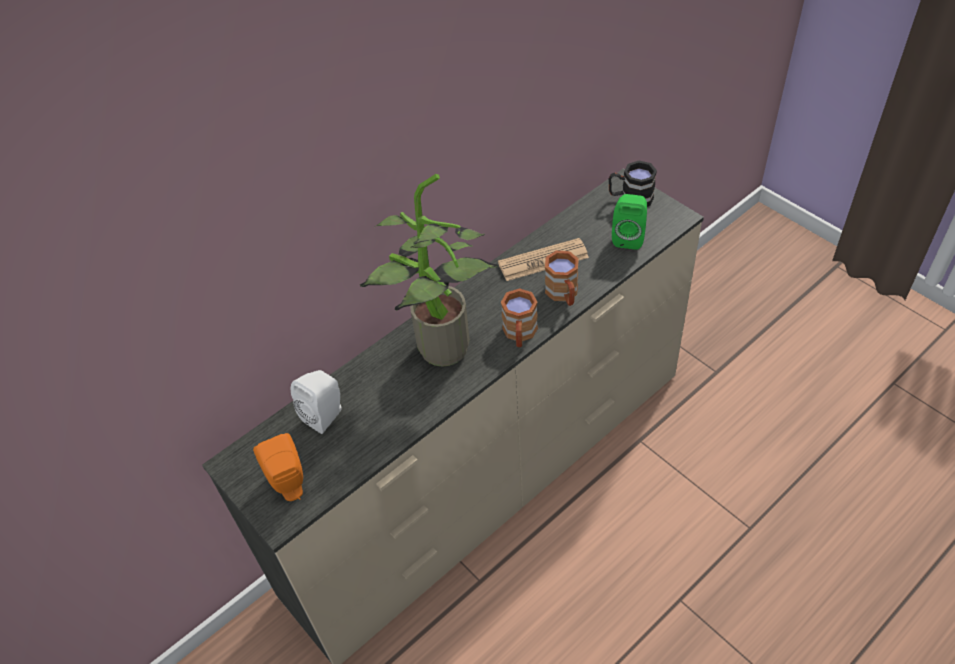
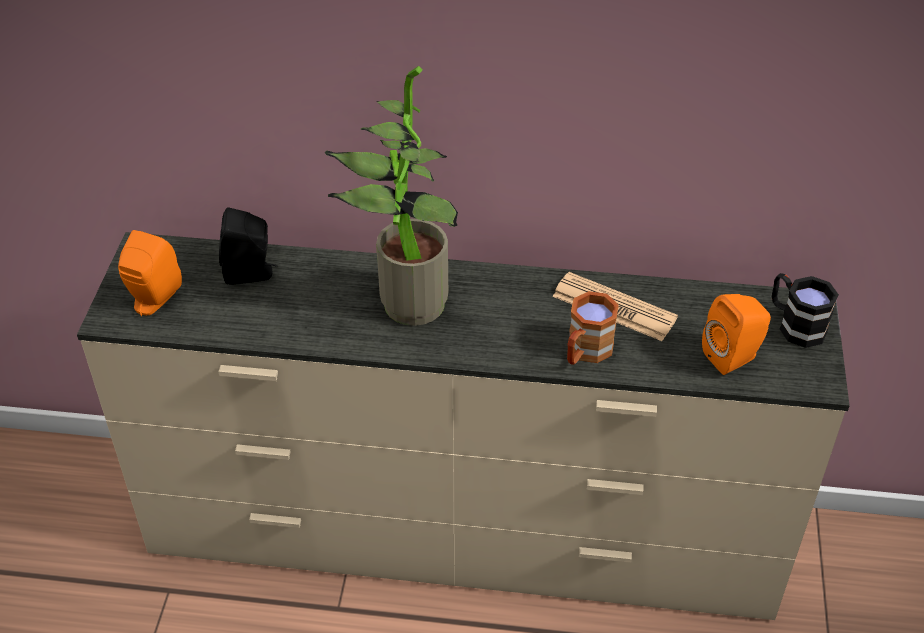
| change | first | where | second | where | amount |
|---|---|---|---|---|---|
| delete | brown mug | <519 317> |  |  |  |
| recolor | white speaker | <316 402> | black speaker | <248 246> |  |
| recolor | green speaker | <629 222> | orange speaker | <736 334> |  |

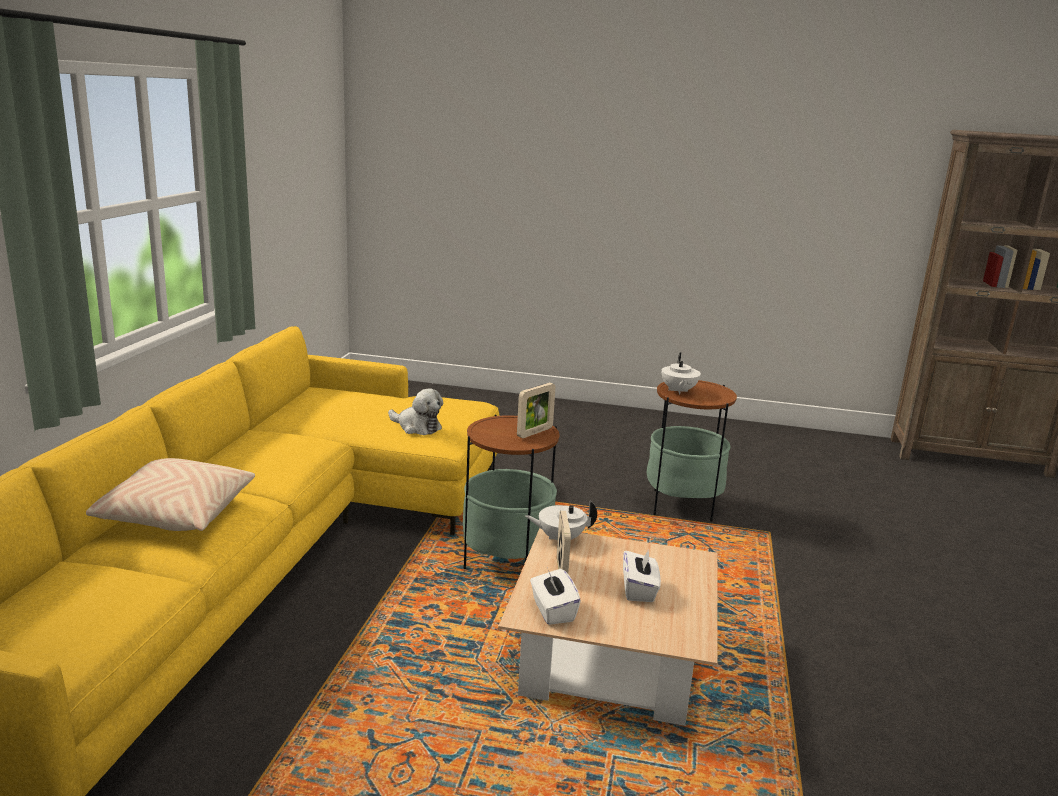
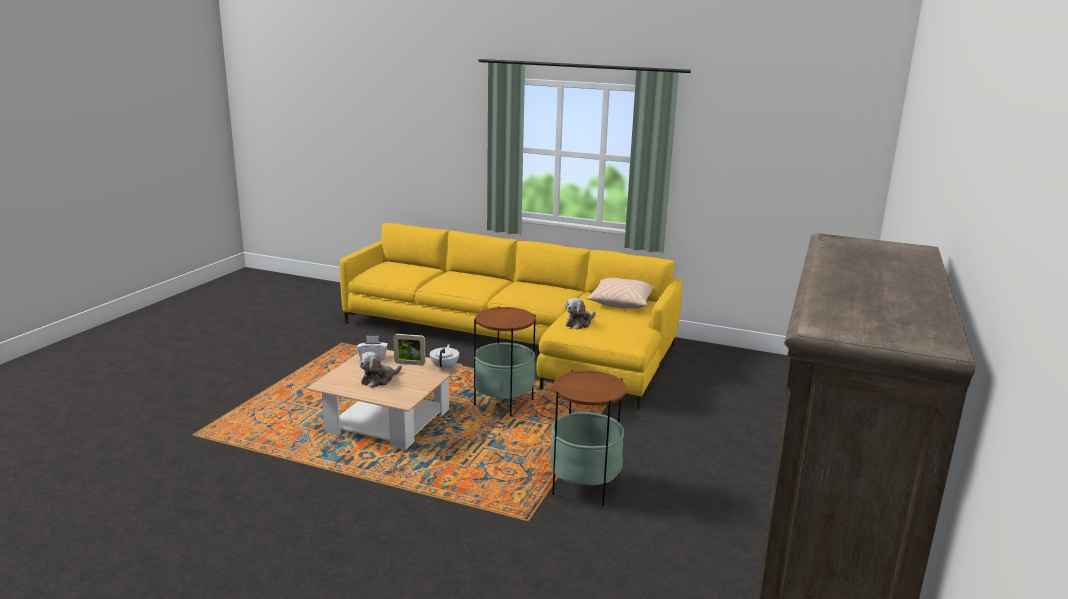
| change | first | where | second | where | amount |
|---|---|---|---|---|---|
| delete | picture frame | <536 410> |  |  |  |
| delete | white teapot | <681 373> |  |  |  |
| move | beige pillow | <170 494> |  | <620 293> |  |
| replace | white tissue box | <642 575> | plush toy | <381 370> |  |

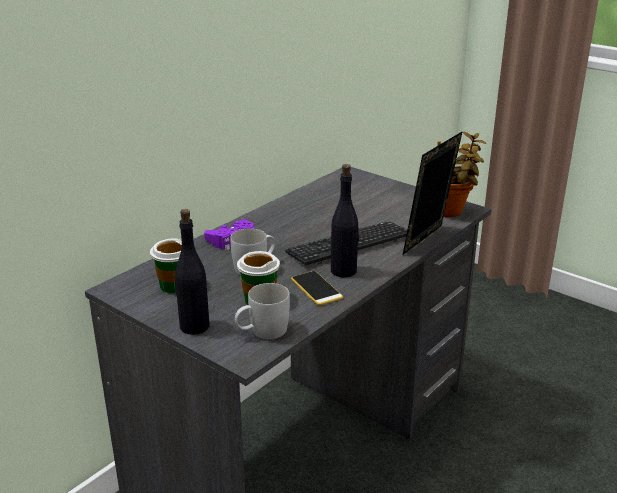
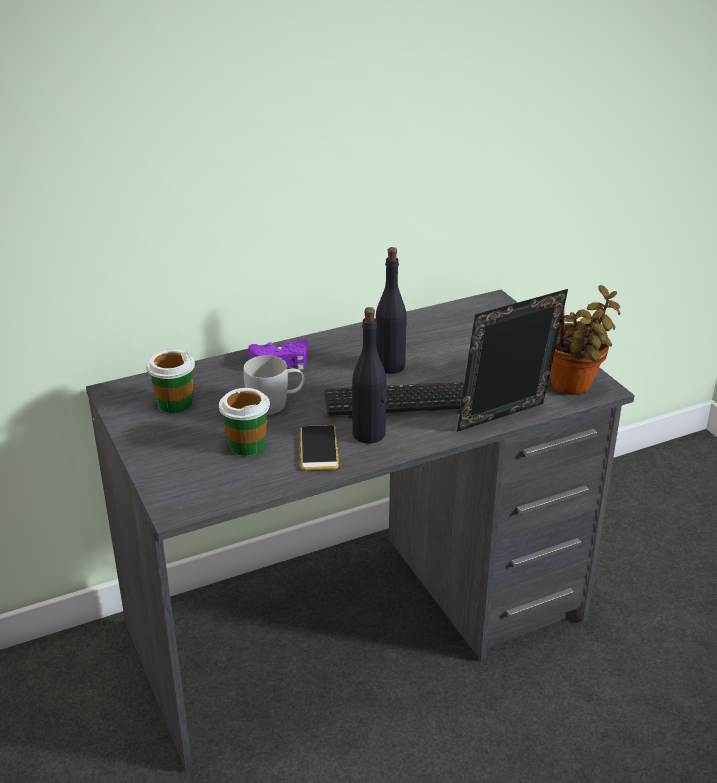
| change | first | where | second | where | amount |
|---|---|---|---|---|---|
| delete | white mug | <262 311> |  |  |  |
| move | black bottle | <192 272> |  | <391 310> |  |

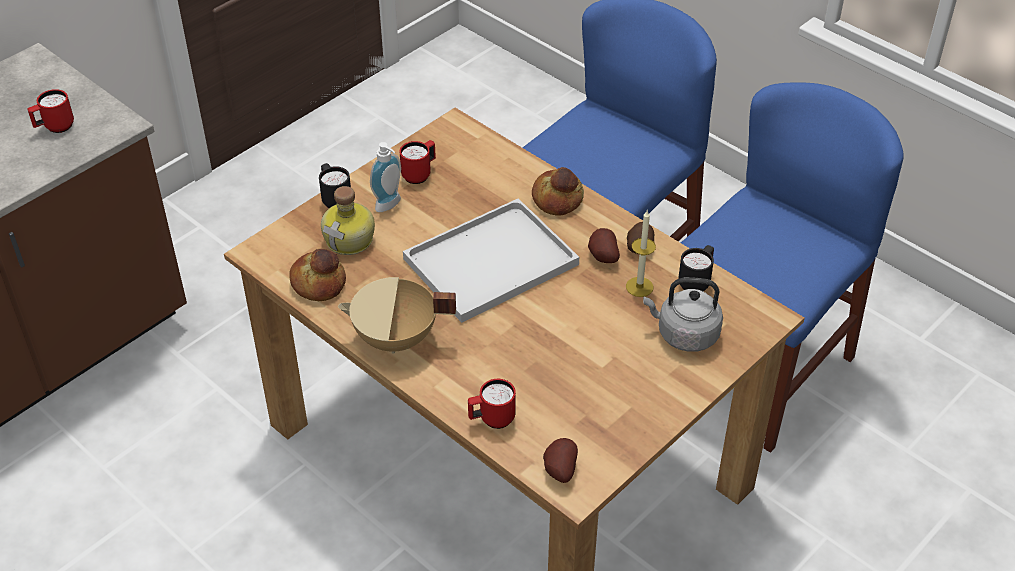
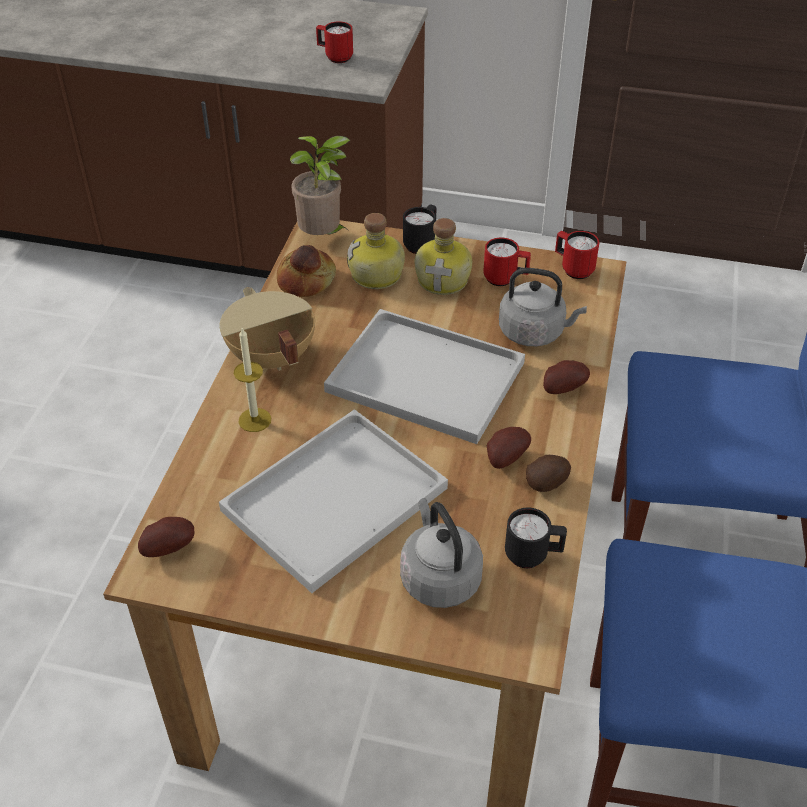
| change | first | where | second | where | amount |
|---|---|---|---|---|---|
| insert |  |  | white tray | <333 501> |  |
| insert |  |  | potted plant | <320 185> |  |
| insert |  |  | grey kettle | <543 307> |  |
| move | red mug | <492 404> |  | <577 255> |  |
| move | candle | <641 254> |  | <252 380> |  |
| replace | soap dispenser | <385 177> | bottle | <443 256> |  |
| replace | bread | <558 191> | potato | <566 377> |  |

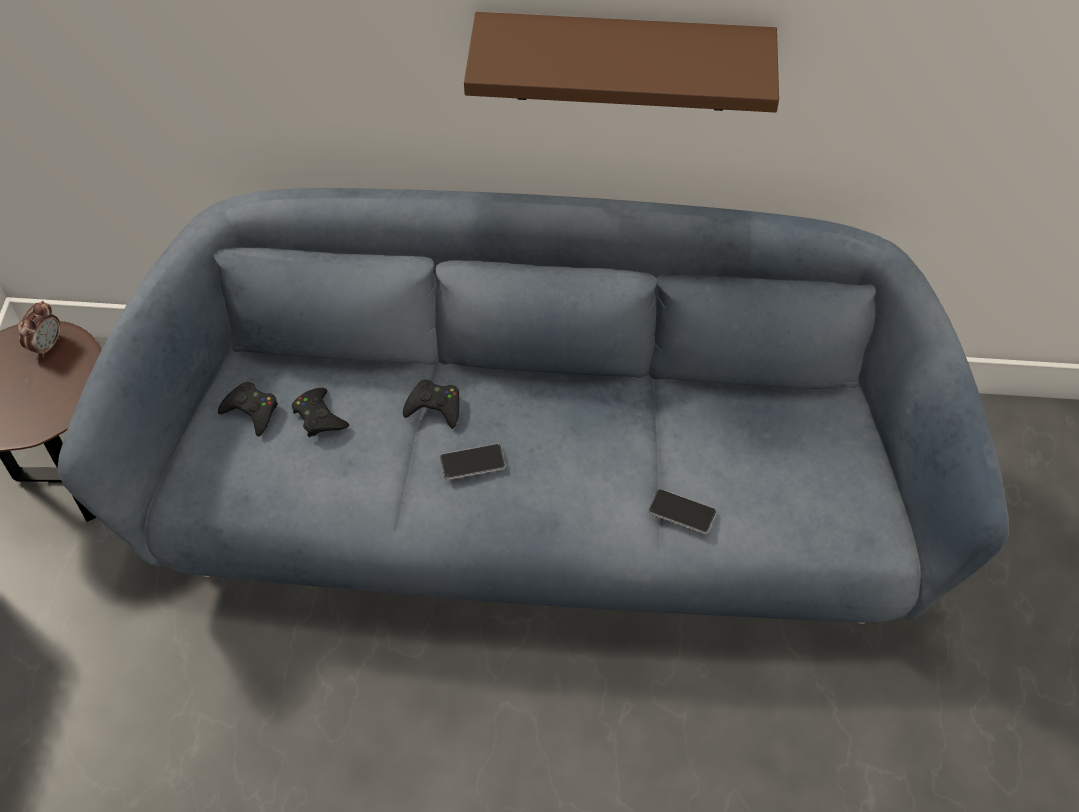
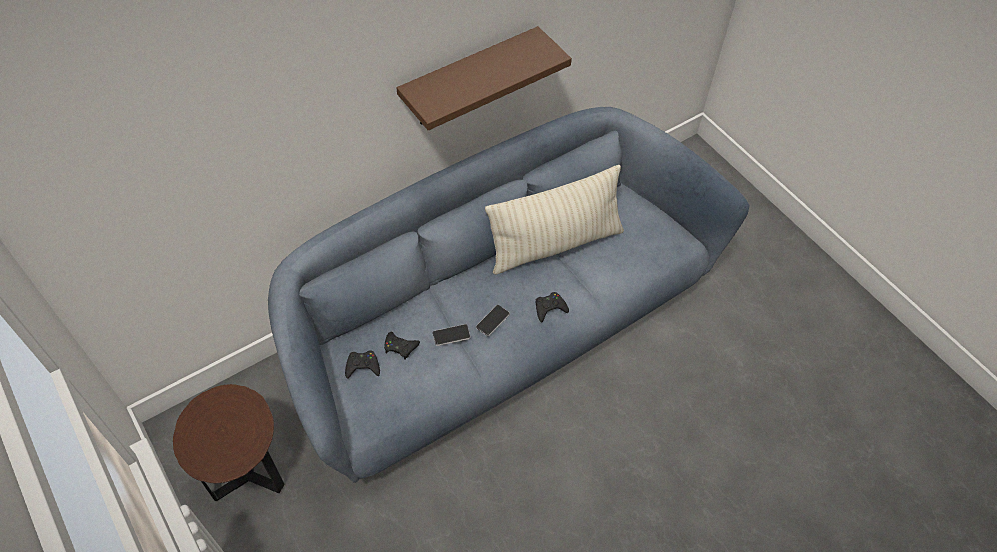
| change | first | where | second | where | amount |
|---|---|---|---|---|---|
| delete | alarm clock | <39 329> |  |  |  |
| insert |  |  | beige pillow | <554 220> |  |
| move | black game controller | <431 404> |  | <552 307> |  |
| move | phone | <682 511> |  | <451 335> |  |

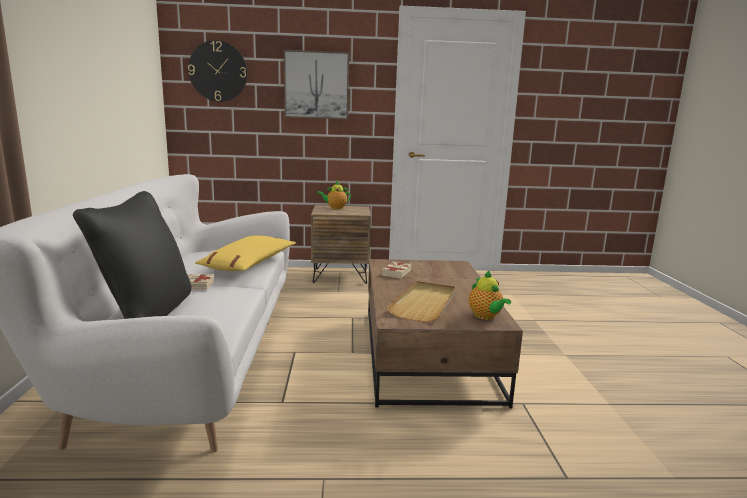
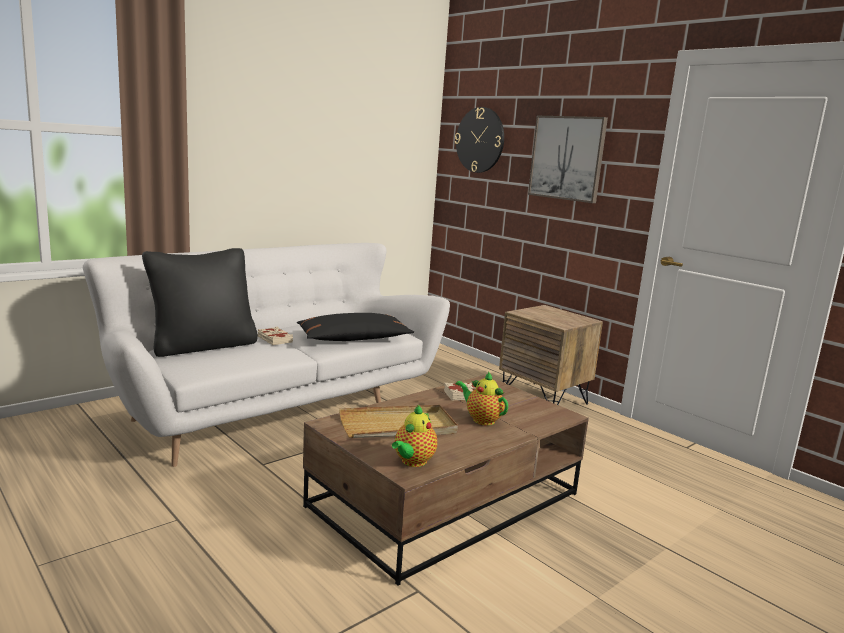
| change | first | where | second | where | amount |
|---|---|---|---|---|---|
| move | teapot | <334 195> |  | <481 398> |  |
| recolor | yellow pillow | <245 253> | black pillow | <355 327> |  |

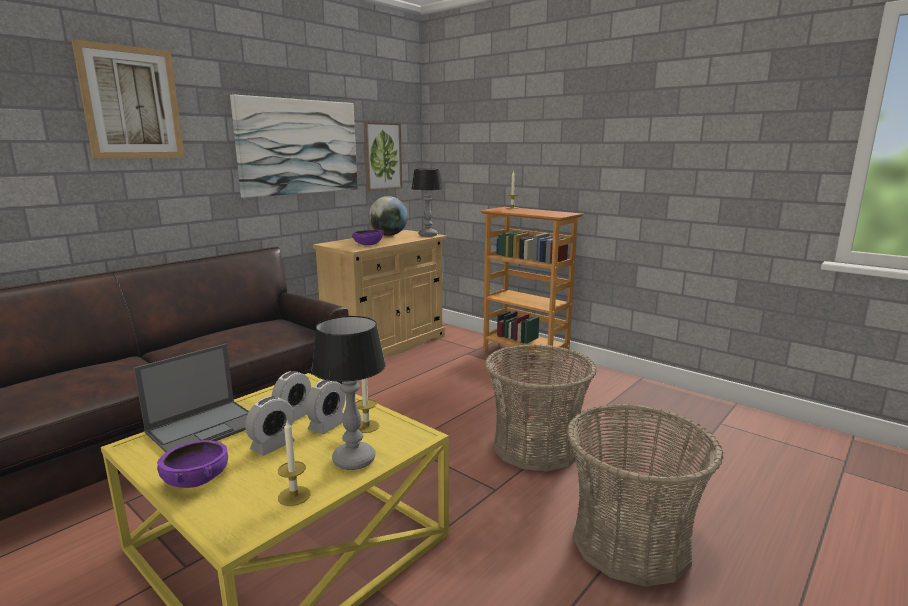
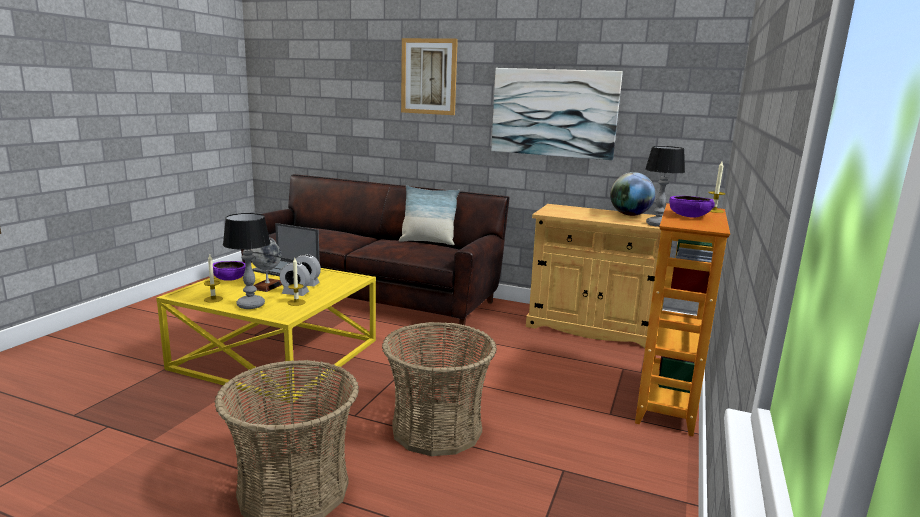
| change | first | where | second | where | amount |
|---|---|---|---|---|---|
| delete | picture | <383 156> |  |  |  |
| insert |  |  | pillow | <429 215> |  |
| move | purple bowl | <368 237> |  | <692 207> |  |
| replace | alarm clock | <270 426> | globe | <266 264> |  |

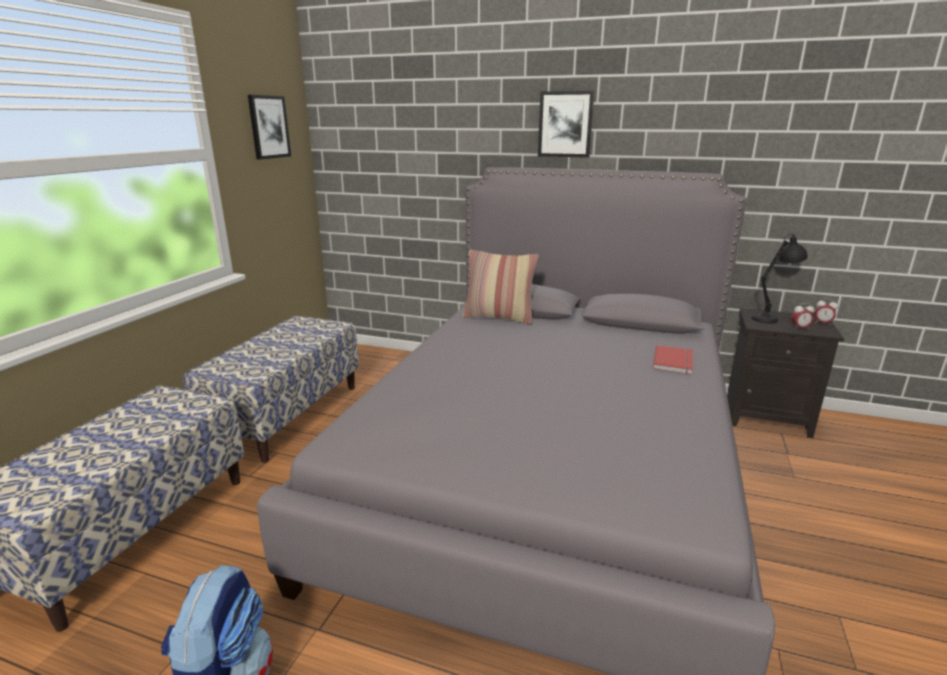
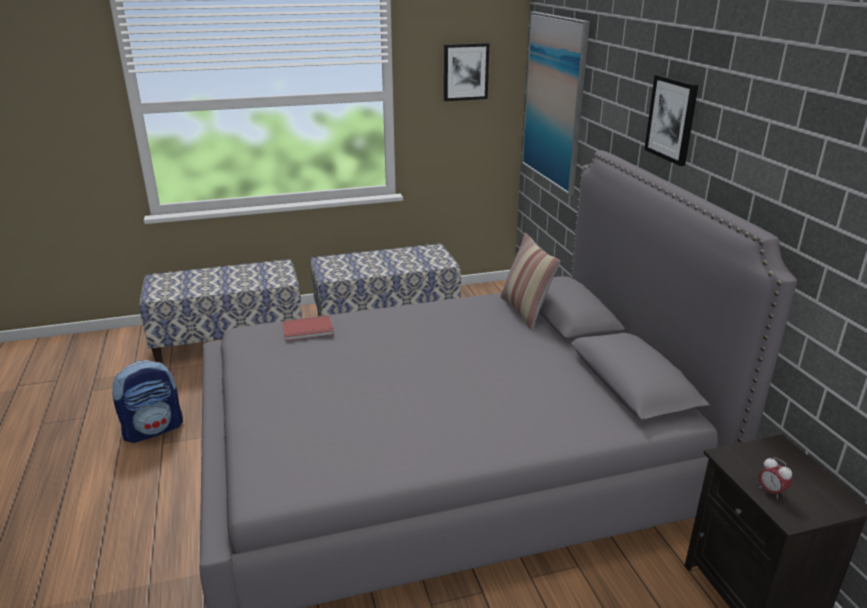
| change | first | where | second | where | amount |
|---|---|---|---|---|---|
| delete | black table lamp | <779 279> |  |  |  |
| delete | alarm clock | <826 312> |  |  |  |
| insert |  |  | picture | <556 103> |  |
| move | red book | <673 359> |  | <308 328> |  |

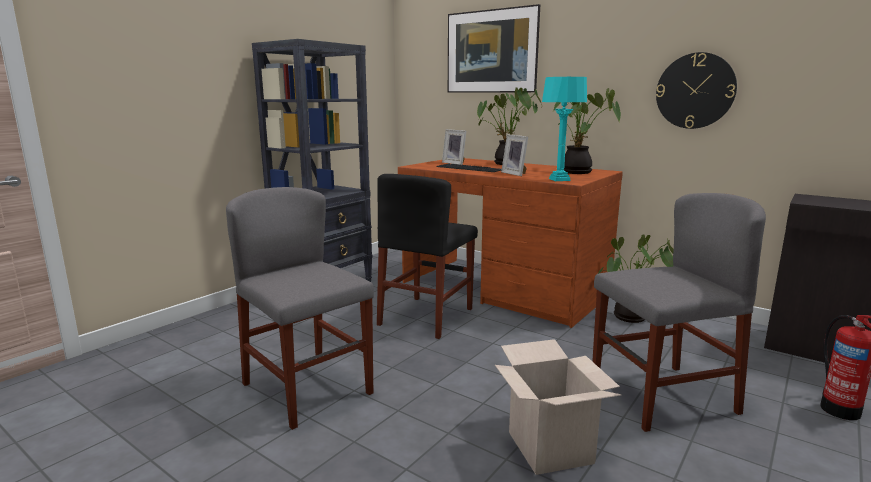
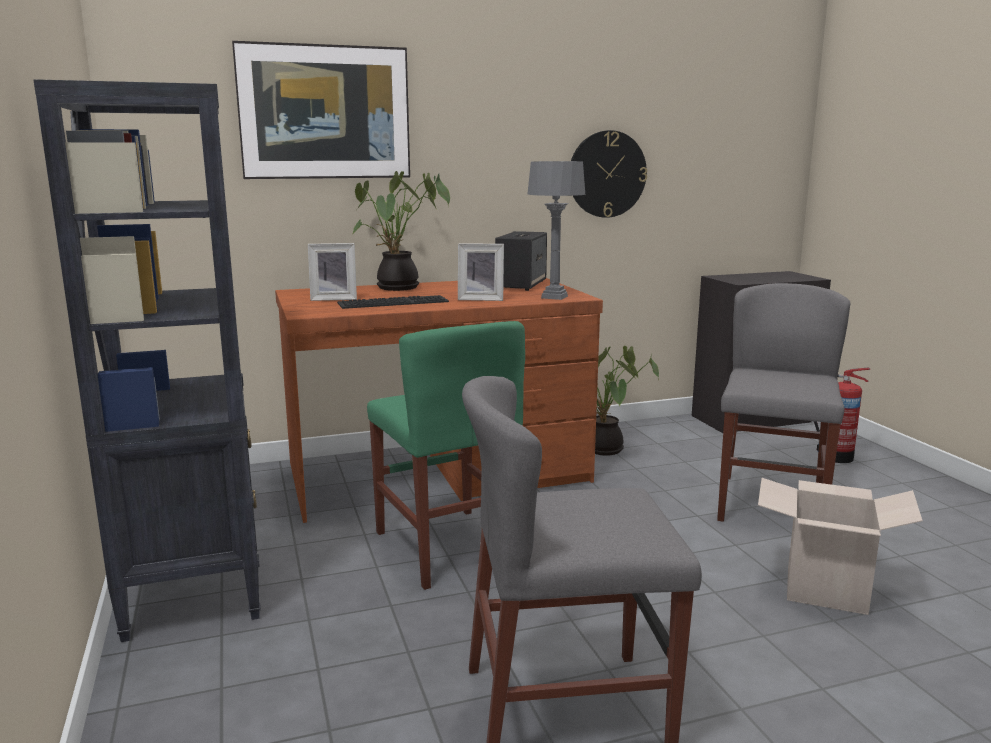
| change | first | where | second | where | amount |
|---|---|---|---|---|---|
| replace | potted plant | <587 131> | speaker | <521 261> |  |
| recolor | black chair | <427 256> | green chair | <446 455> |  |
| recolor | turquoise table lamp | <564 129> | grey table lamp | <556 230> |  |

